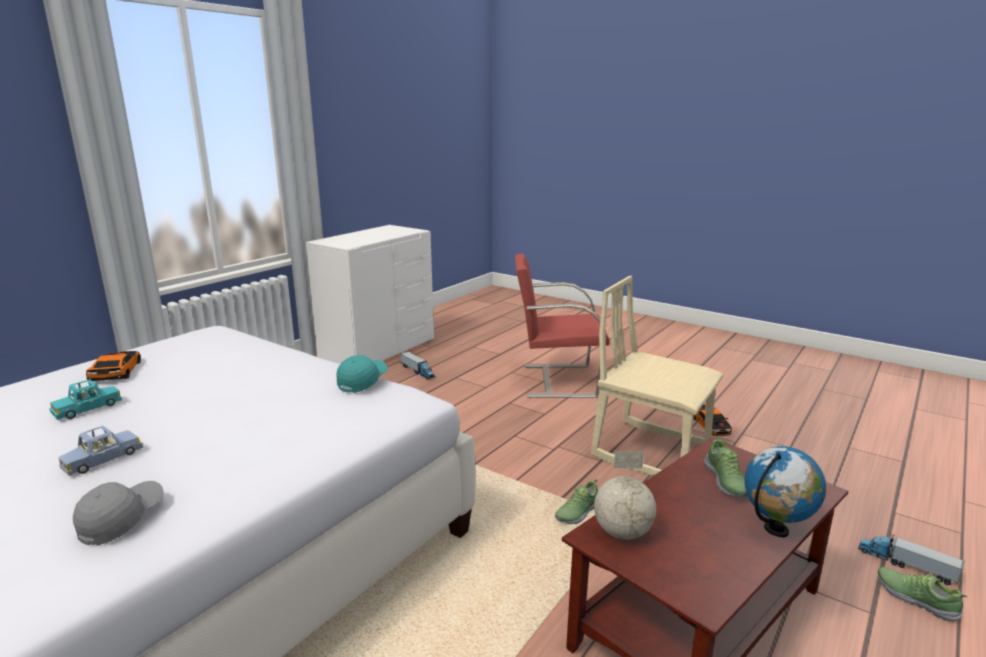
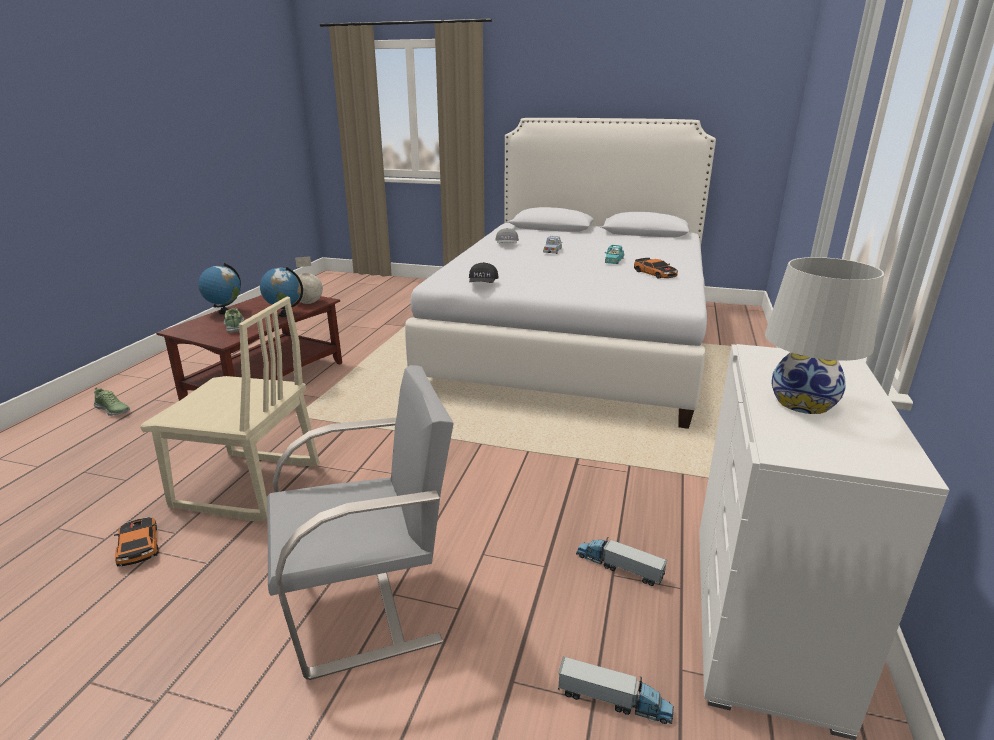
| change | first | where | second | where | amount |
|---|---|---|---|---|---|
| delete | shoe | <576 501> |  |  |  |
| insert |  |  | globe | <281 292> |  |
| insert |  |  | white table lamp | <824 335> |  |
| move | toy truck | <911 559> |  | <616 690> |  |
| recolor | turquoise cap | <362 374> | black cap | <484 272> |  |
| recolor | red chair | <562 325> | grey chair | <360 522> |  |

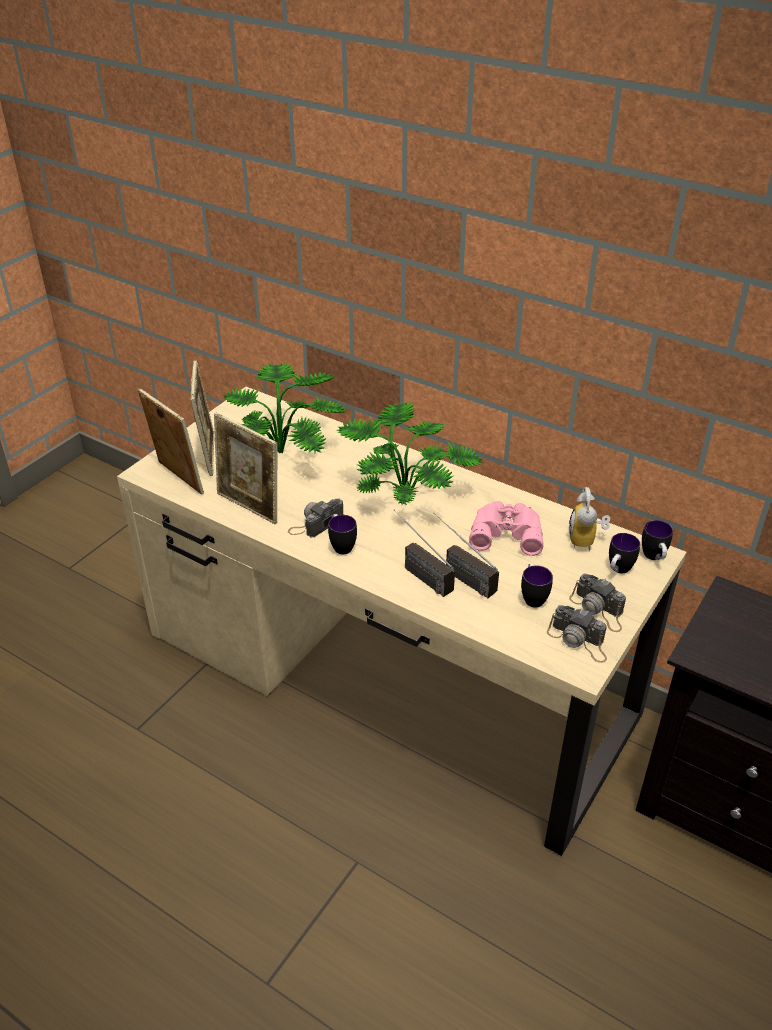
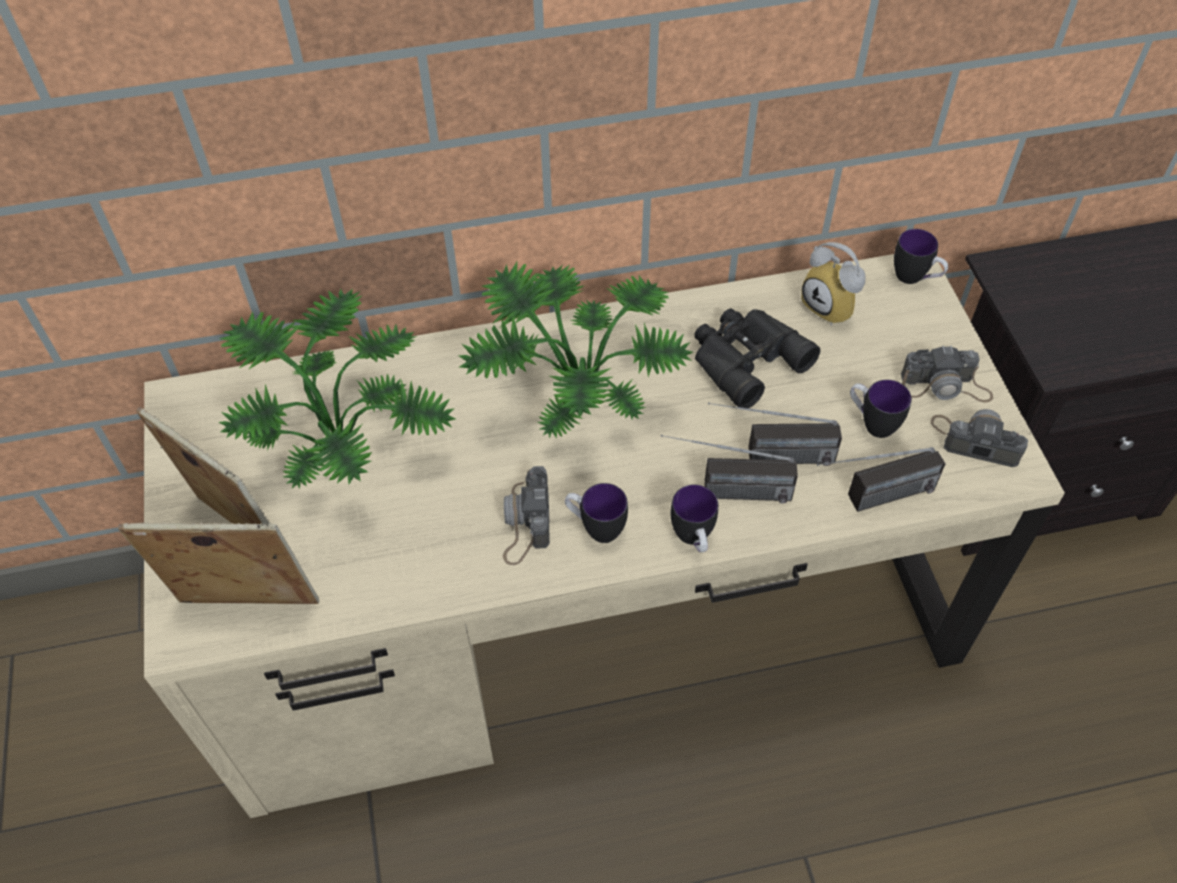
| change | first | where | second | where | amount |
|---|---|---|---|---|---|
| delete | picture frame | <246 468> |  |  |  |
| insert |  |  | radio | <881 479> |  |
| move | mug | <624 553> |  | <694 518> |  |
| recolor | pink binoculars | <506 528> | black binoculars | <757 358> |  |
| rotate | photo camera | <577 634> |  | <979 438> | 150 degrees counterclockwise |

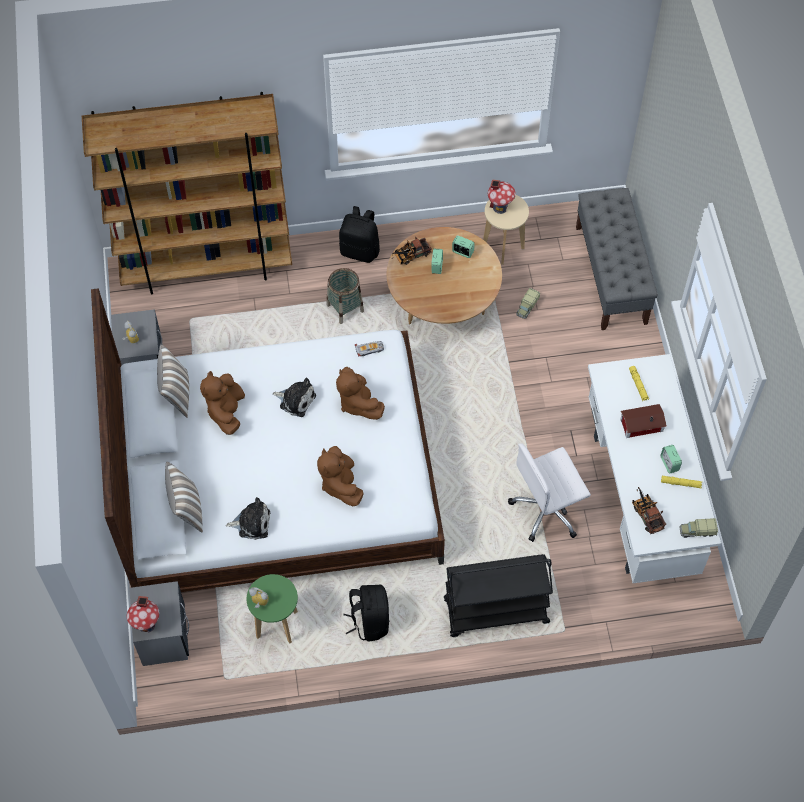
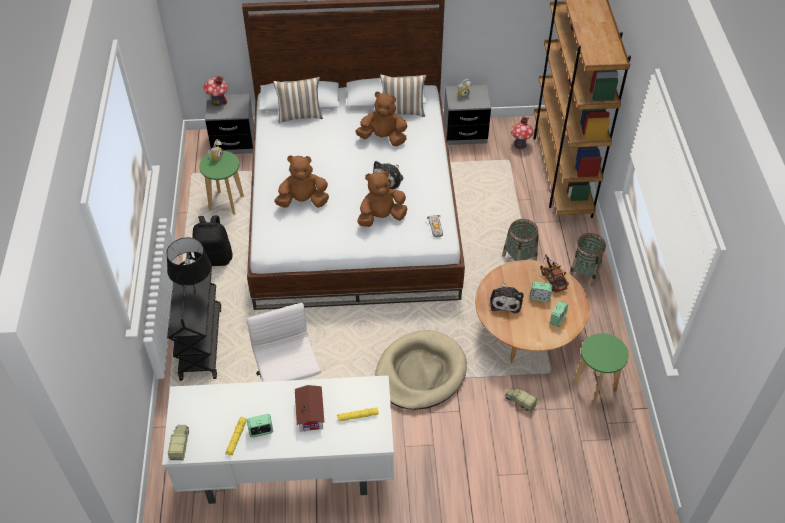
| change | first | where | second | where | amount |
|---|---|---|---|---|---|
| delete | grey bench | <617 259> |  |  |  |
| delete | toy truck | <649 510> |  |  |  |
| insert |  |  | black table lamp | <188 265> |  |
| insert |  |  | beige dog bed | <421 370> |  |
| move | plush toy | <248 518> |  | <506 298> |  |
| move | toy house | <502 196> |  | <522 132> |  |
| replace | black backpack | <359 234> | basket | <587 259> |  |
| recolor | beige stool | <506 230> | green stool | <600 370> |  |

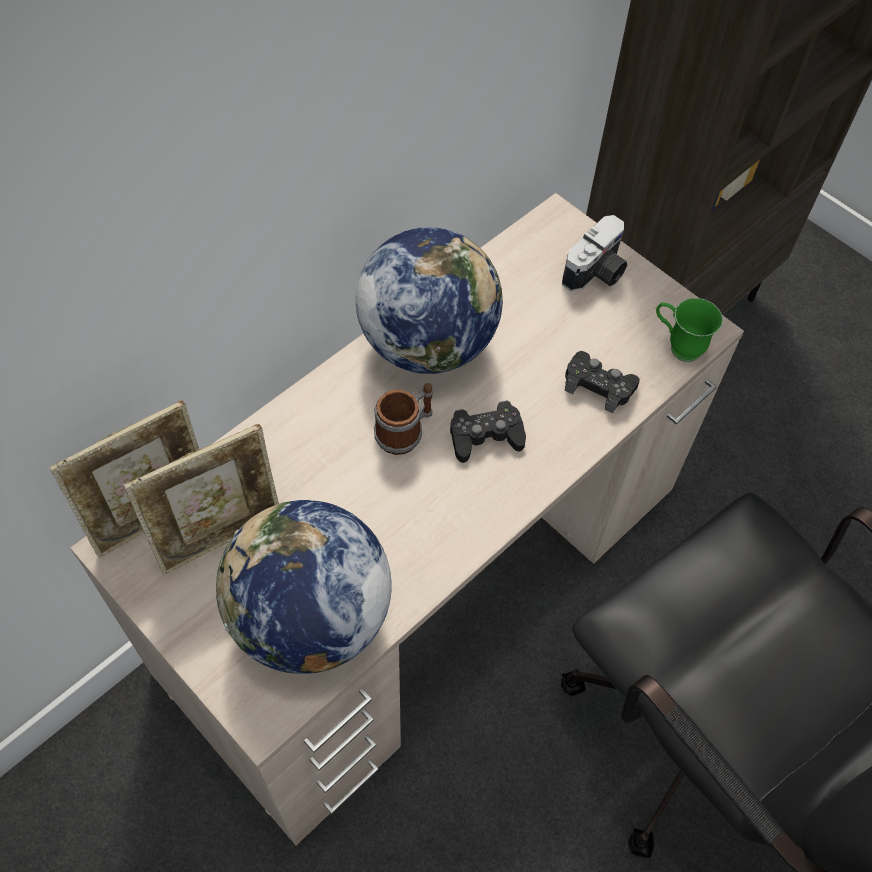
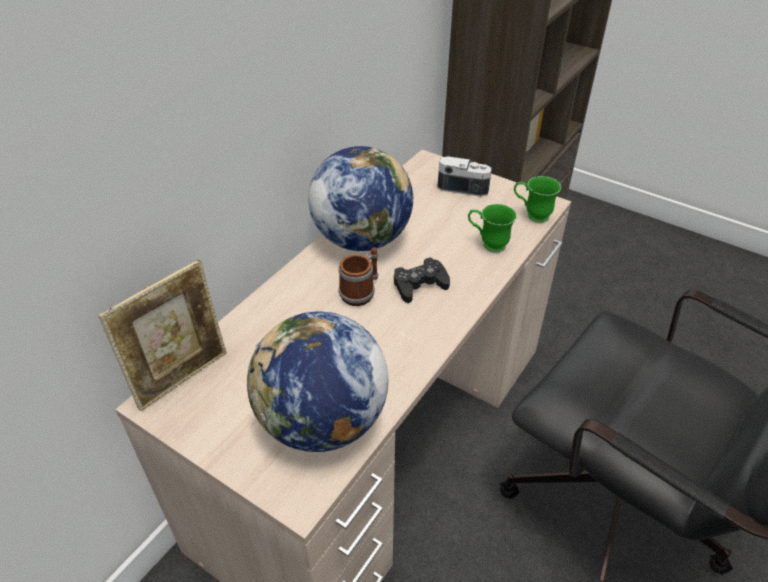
| change | first | where | second | where | amount |
|---|---|---|---|---|---|
| delete | picture frame | <201 499> |  |  |  |
| replace | black game controller | <602 382> | green mug | <492 228> |  |
| rotate | photo camera | <594 253> |  | <464 176> | 105 degrees counterclockwise |

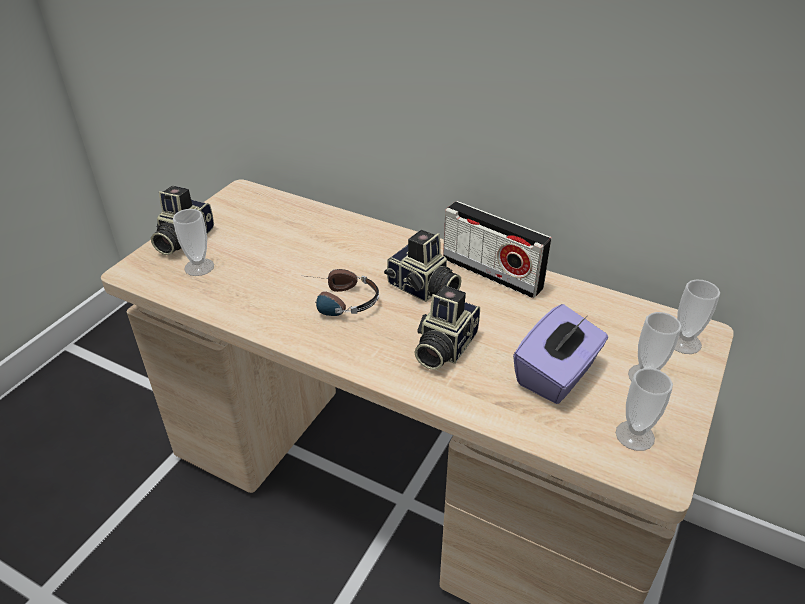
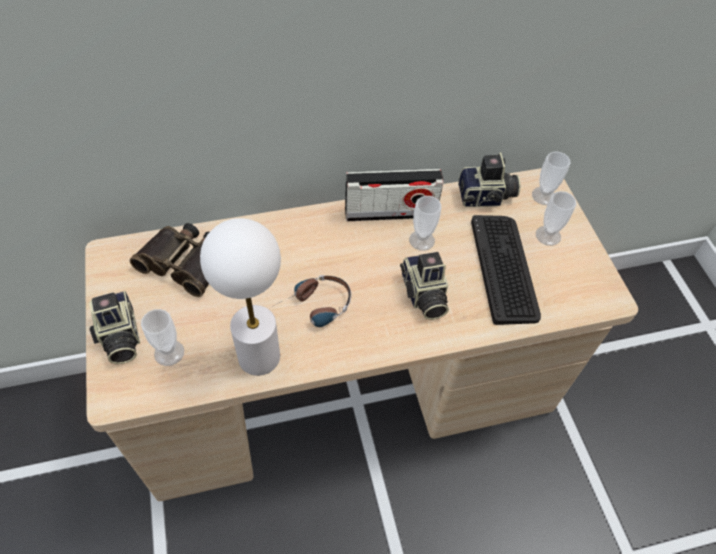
| change | first | where | second | where | amount |
|---|---|---|---|---|---|
| insert |  |  | binoculars | <169 260> |  |
| insert |  |  | white table lamp | <240 297> |  |
| move | photo camera | <423 266> |  | <489 180> |  |
| move | cup | <644 409> |  | <425 223> |  |
| replace | purple tissue box | <560 354> | keyboard | <506 270> |  |

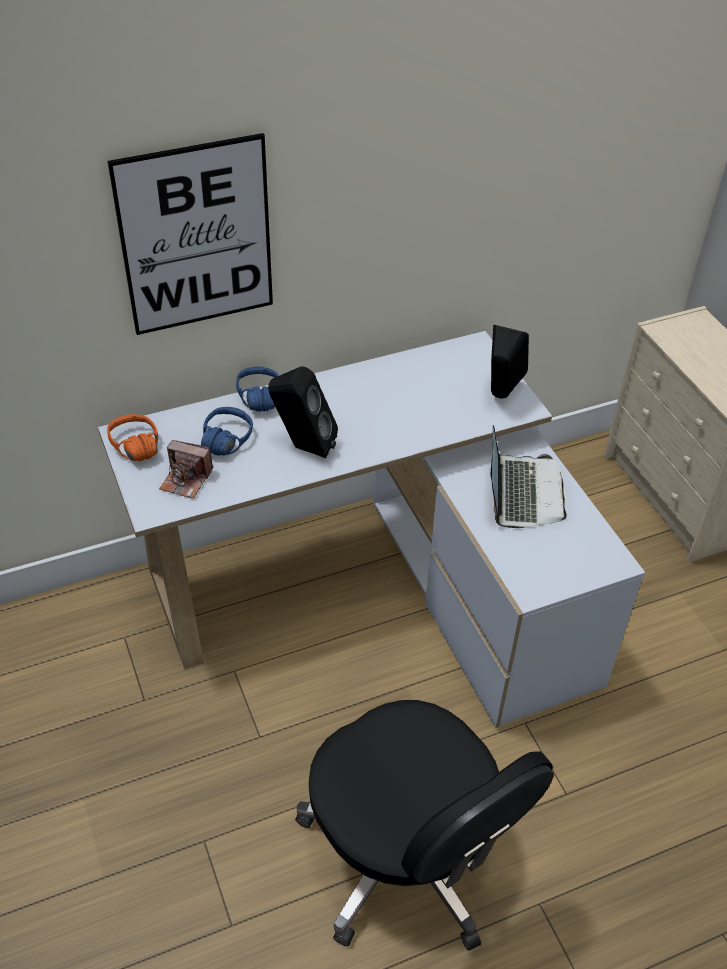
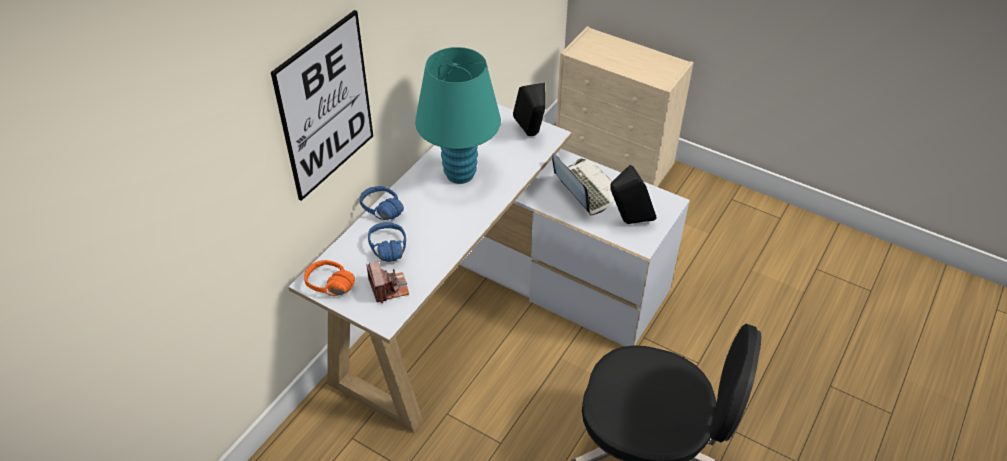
| change | first | where | second | where | amount |
|---|---|---|---|---|---|
| insert |  |  | turquoise table lamp | <458 115> |  |
| move | black speaker | <303 412> |  | <633 194> |  |
| rotate | photo camera | <186 469> |  | <387 282> | 90 degrees counterclockwise |

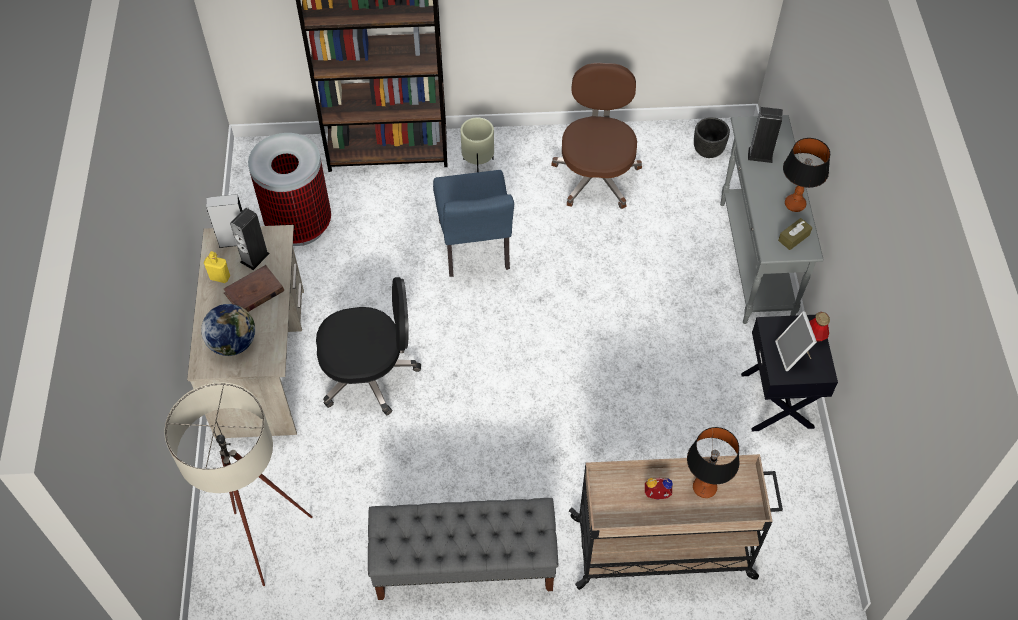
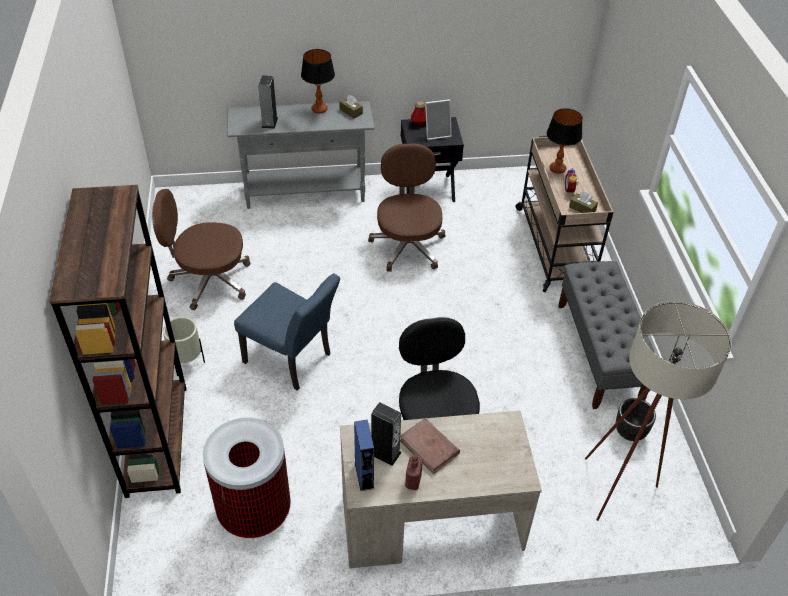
| change | first | where | second | where | amount |
|---|---|---|---|---|---|
| delete | globe | <228 330> |  |  |  |
| insert |  |  | brown office chair | <407 208> |  |
| insert |  |  | brown tissue box | <583 202> |  |
| move | black planter | <712 137> |  | <636 419> |  |
| recolor | yellow bottle | <217 267> | red bottle | <414 472> |  |
| recolor | grey speaker | <224 221> | blue speaker | <364 455> |  |
| rotate | blue chair | <473 223> |  | <287 332> | 45 degrees clockwise |

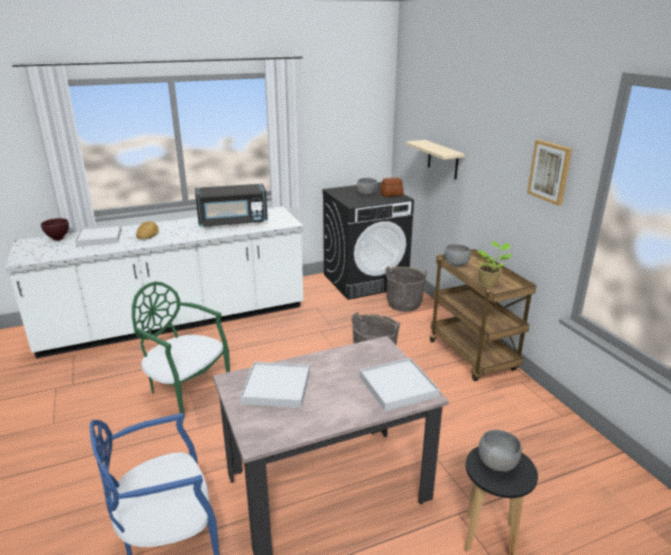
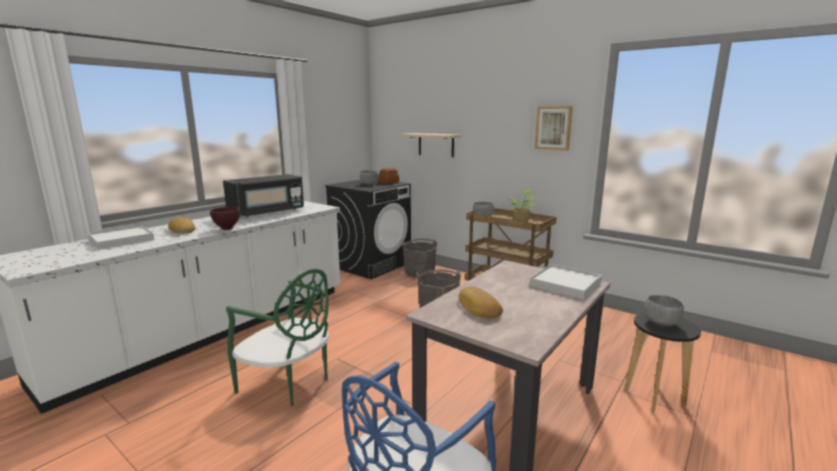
| change | first | where | second | where | amount |
|---|---|---|---|---|---|
| move | brown bowl | <55 229> |  | <225 218> |  |
| replace | white tray | <275 385> | bread | <481 302> |  |
| rotate | green chair | <181 348> |  | <277 337> | 150 degrees counterclockwise |

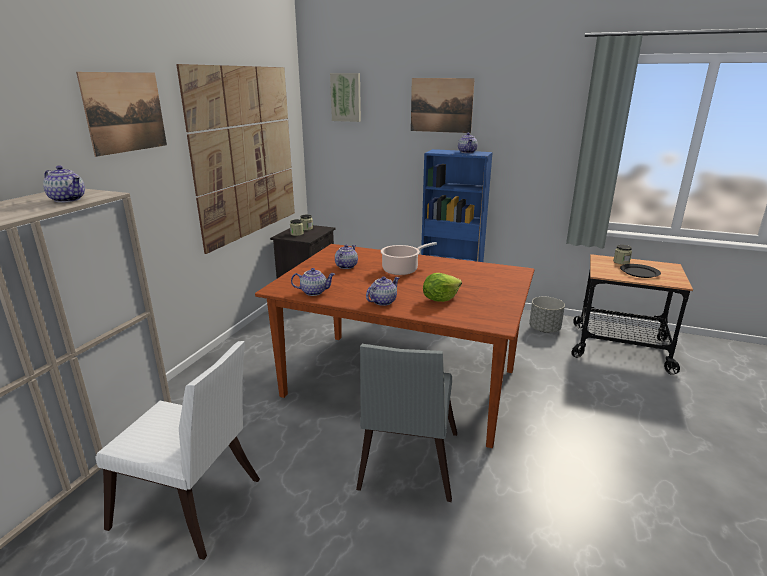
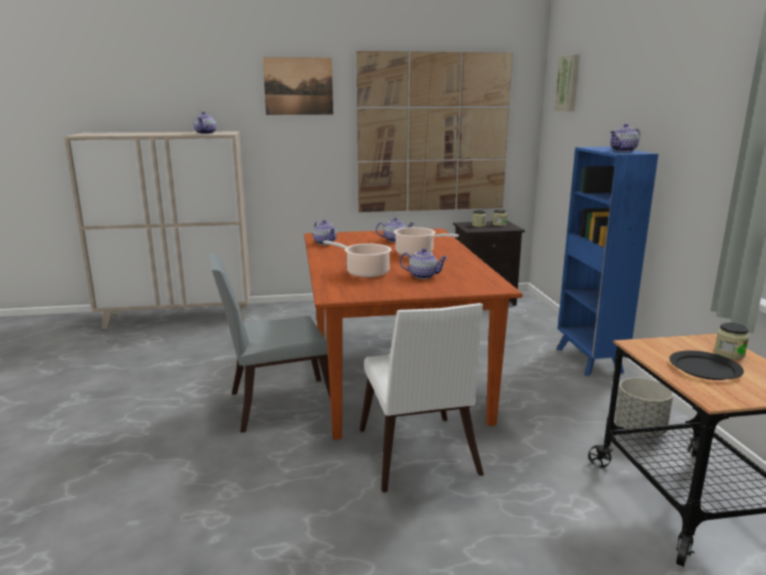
| change | first | where | second | where | amount |
|---|---|---|---|---|---|
| delete | picture | <443 105> |  |  |  |
| move | white chair | <177 450> |  | <422 398> |  |
| move | teapot | <382 291> |  | <424 263> |  |
| replace | lettuce | <442 287> | cooking pot | <357 259> |  |

